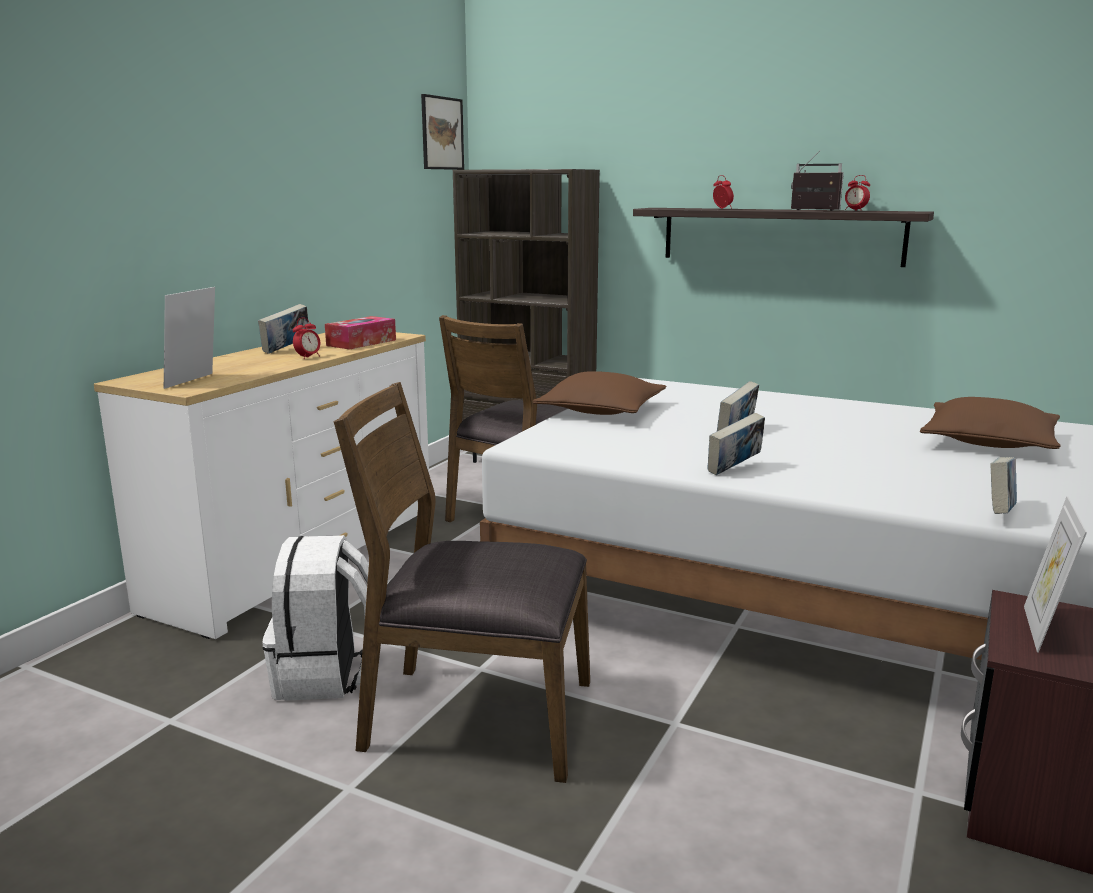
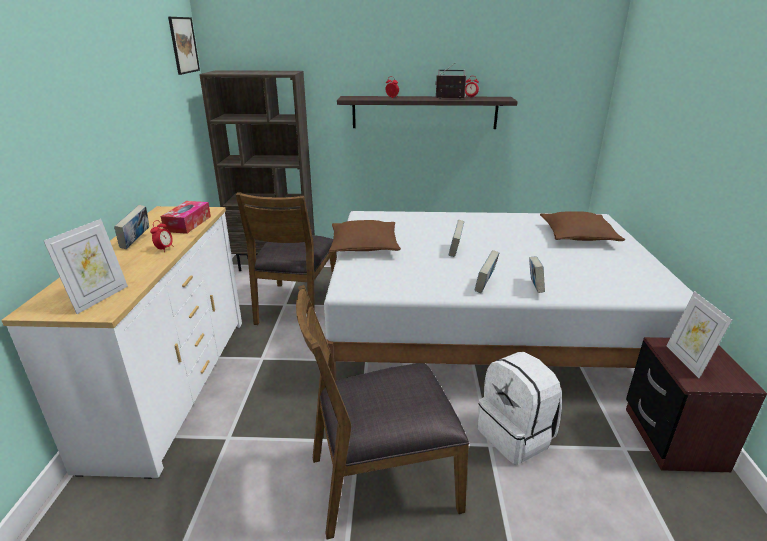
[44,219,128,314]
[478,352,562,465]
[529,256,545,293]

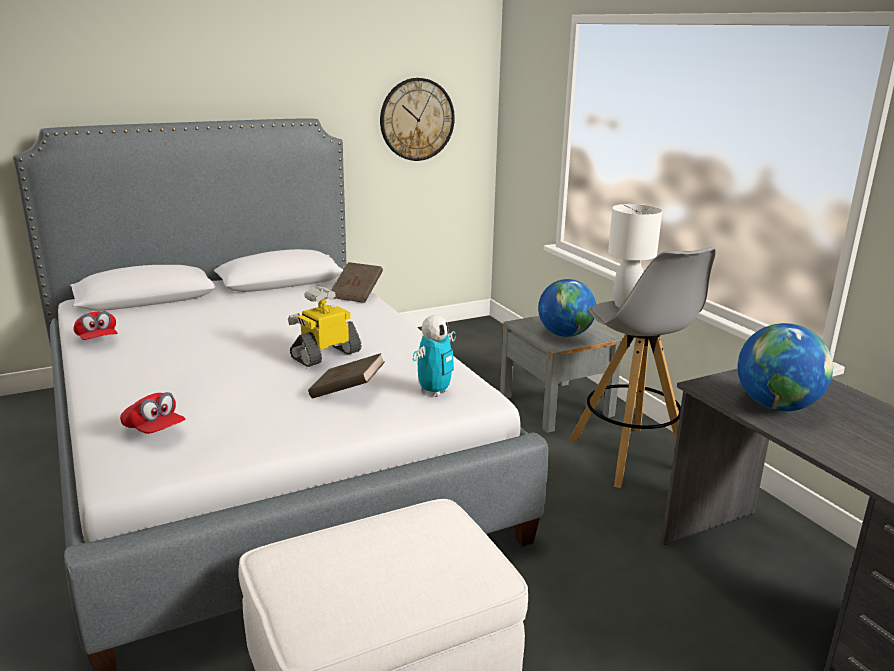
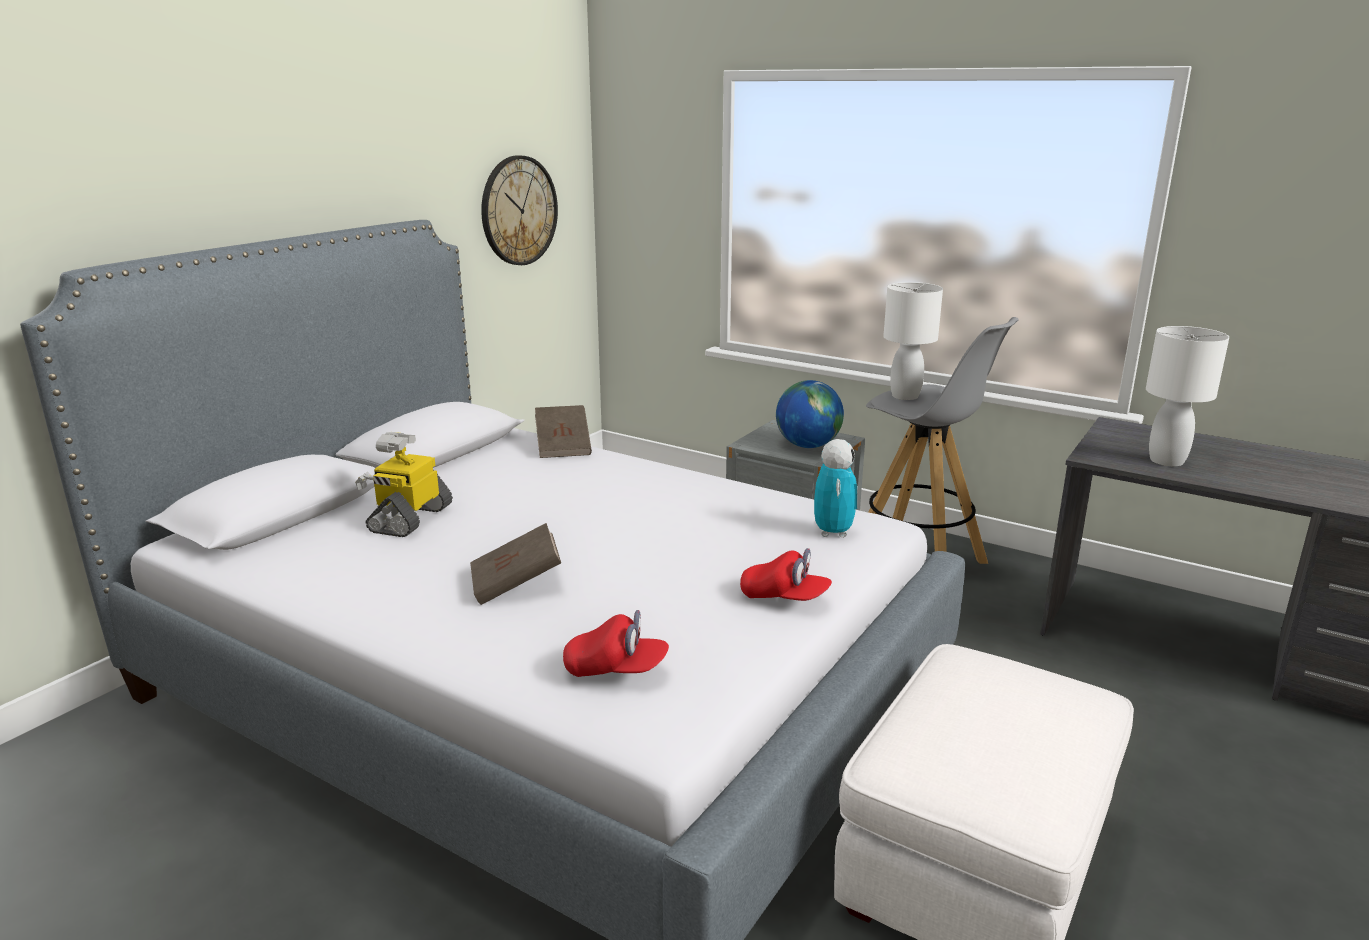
[740,548,832,601]
[355,432,453,537]
[470,523,561,605]
[1146,326,1229,466]

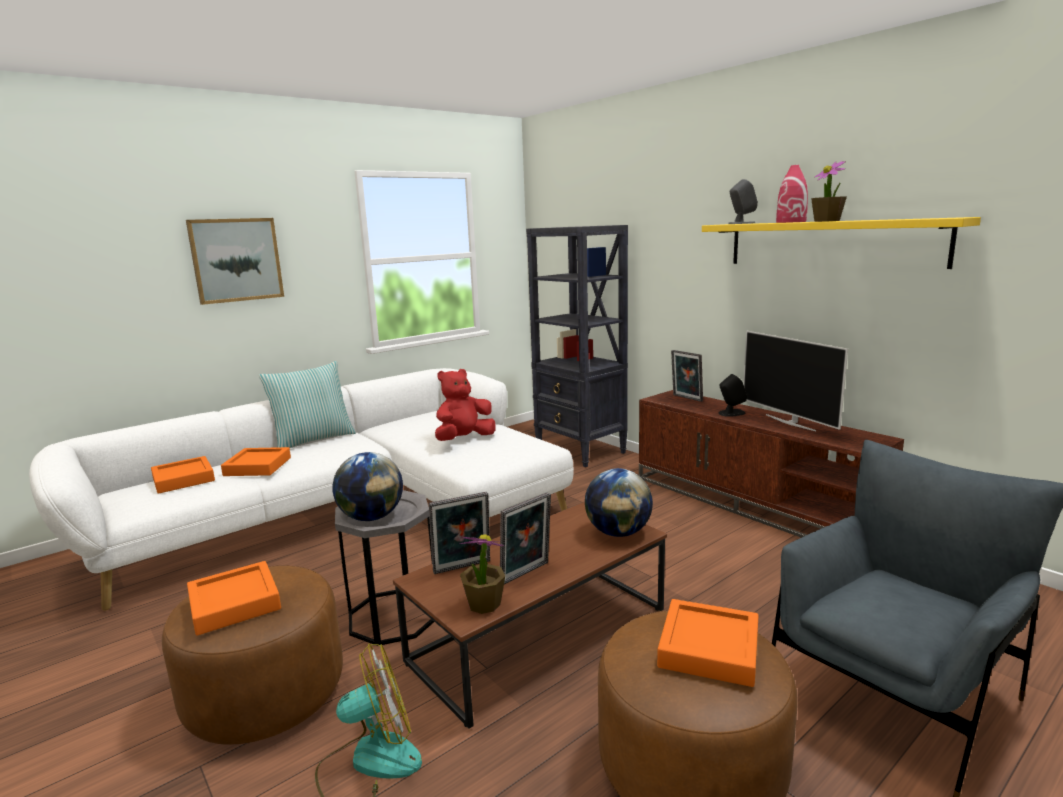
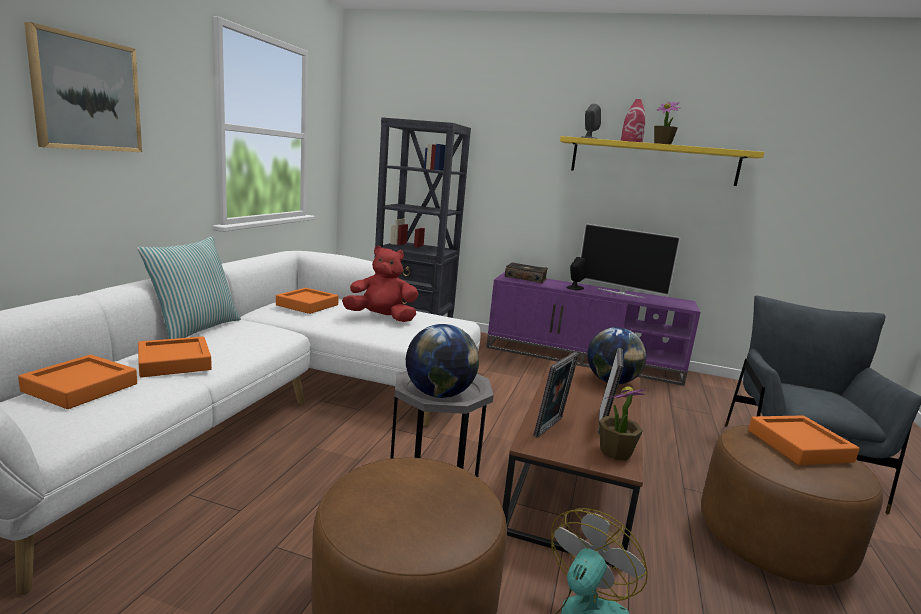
[276,288,339,314]
[342,246,418,322]
[486,272,700,386]
[505,262,548,283]

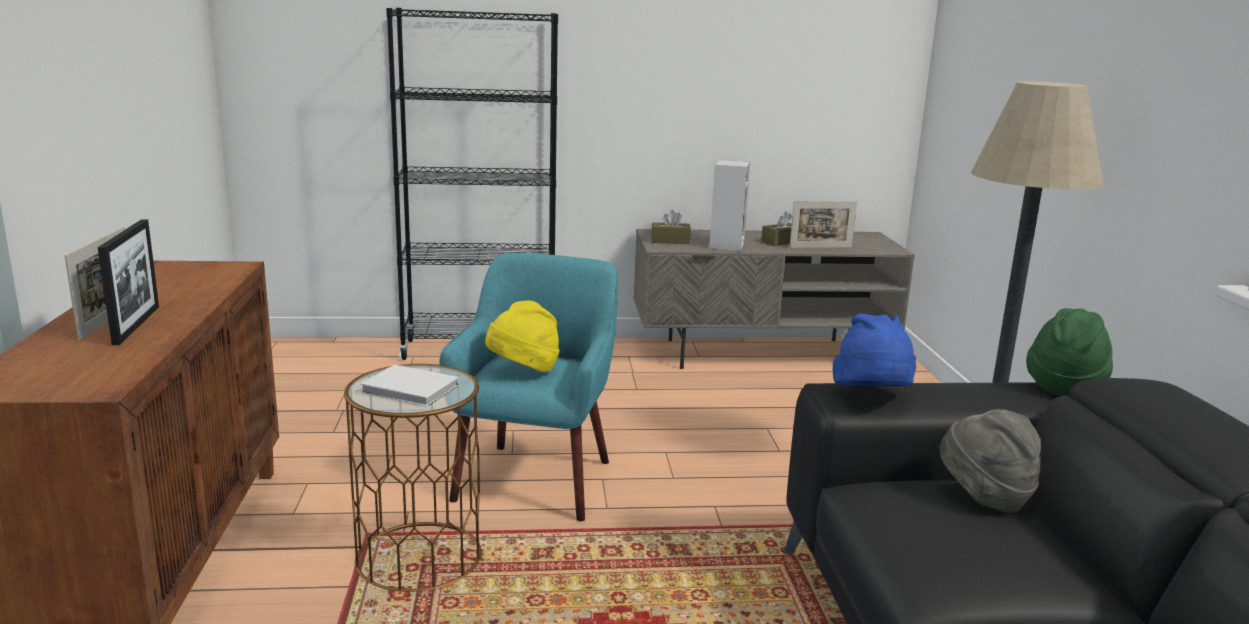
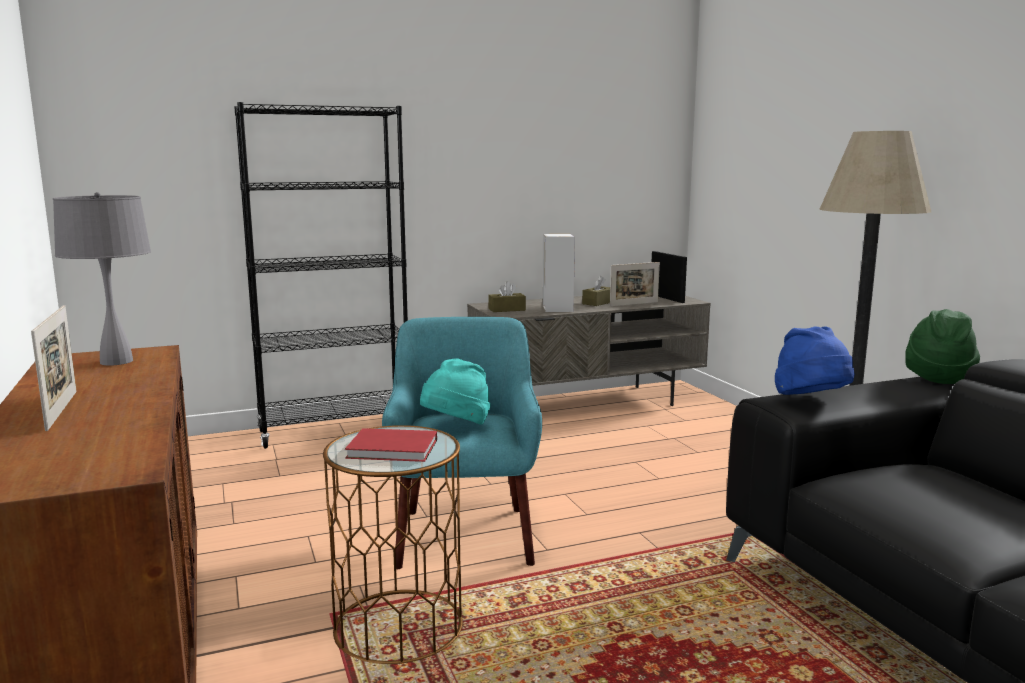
[652,251,687,303]
[345,428,437,462]
[420,359,491,425]
[939,409,1041,513] (first image)
[53,192,151,366]

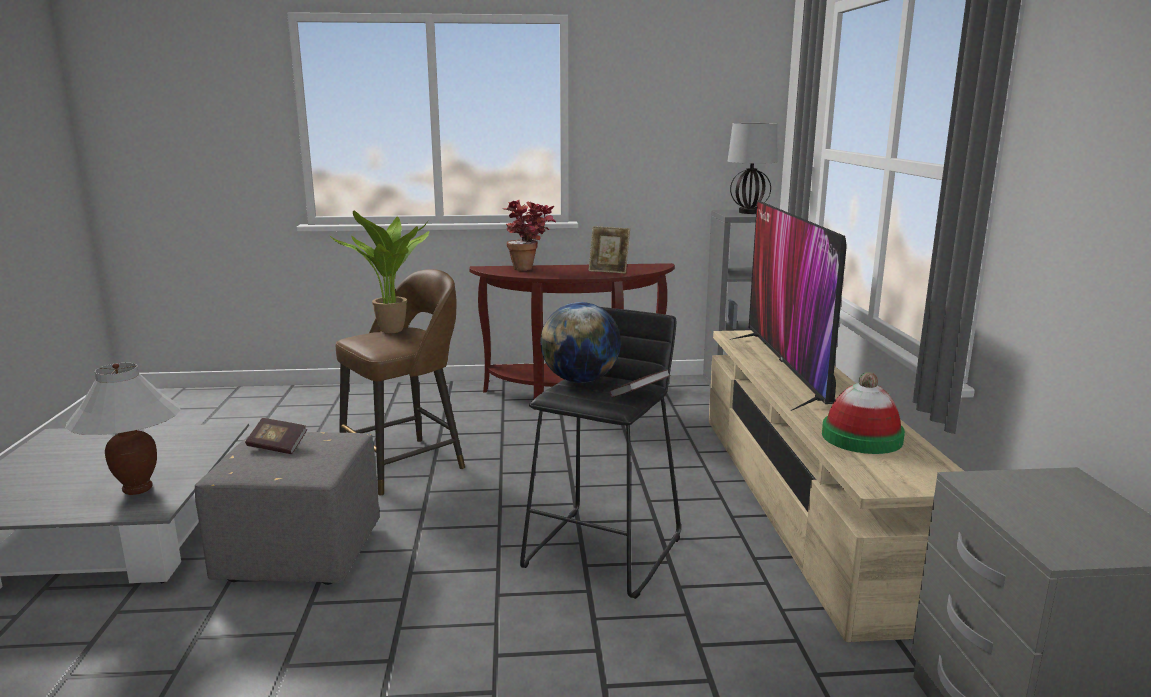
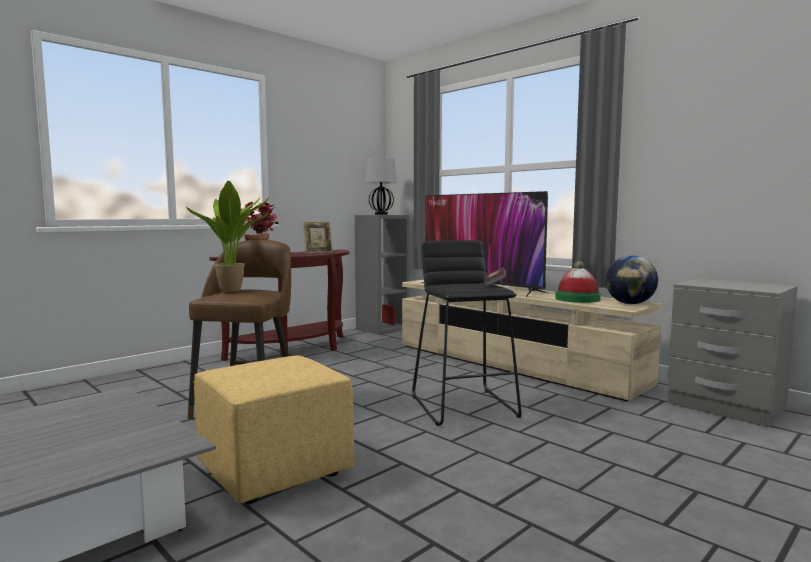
[66,363,181,495] (first image)
[194,355,355,504]
[245,418,307,454] (first image)
[606,256,658,304]

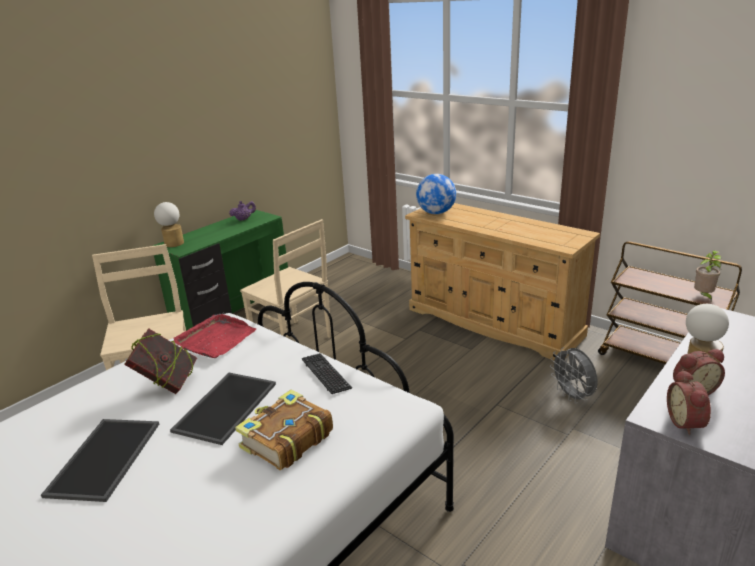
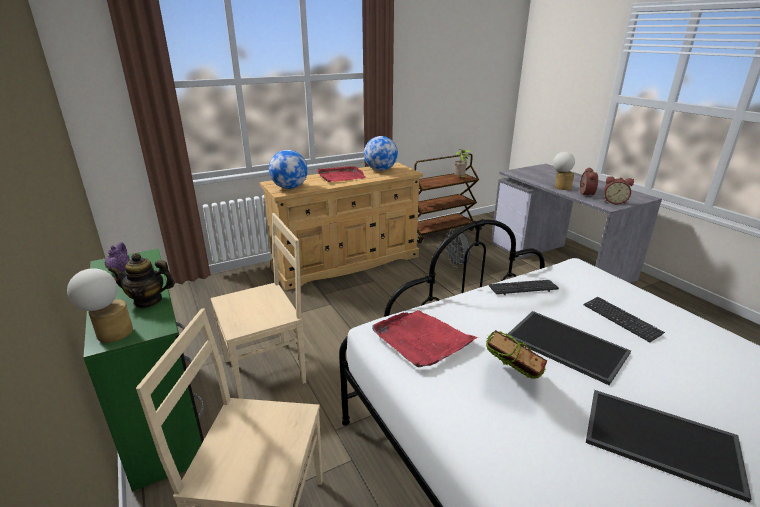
[584,297,665,342]
[445,229,470,268]
[108,253,175,308]
[317,166,366,182]
[364,136,398,171]

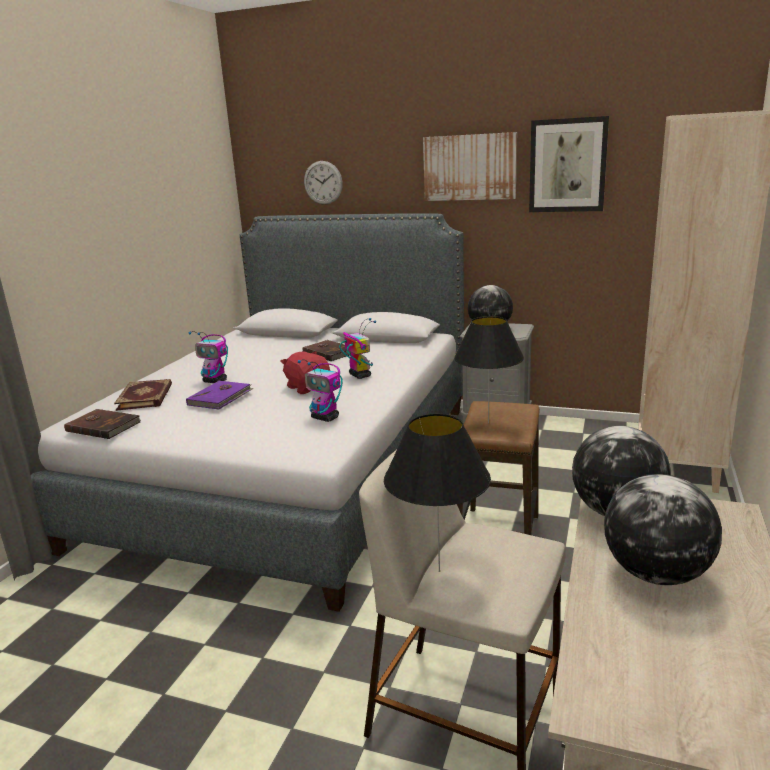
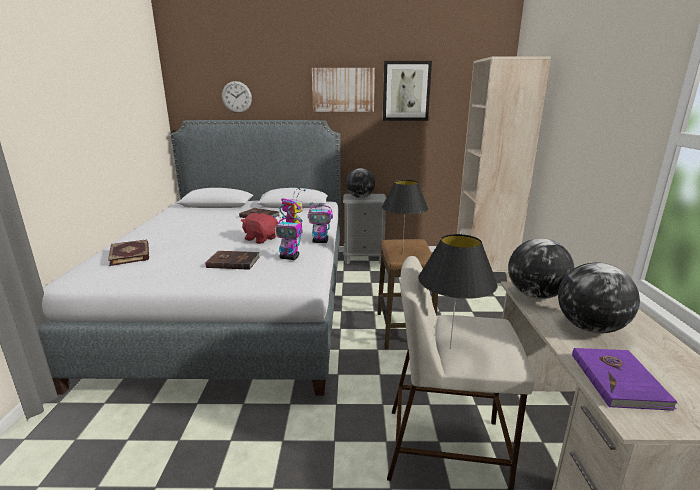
[205,251,260,270]
[572,348,678,411]
[308,203,333,243]

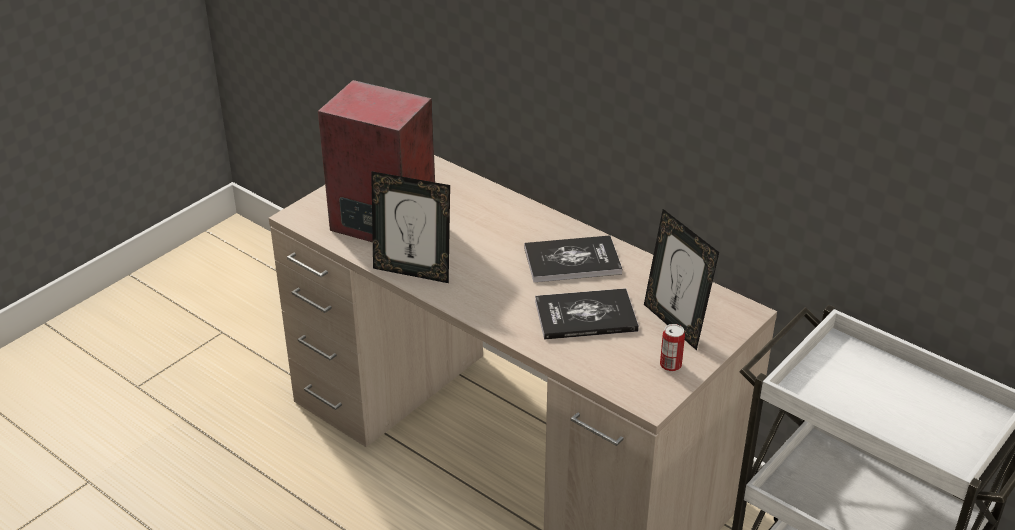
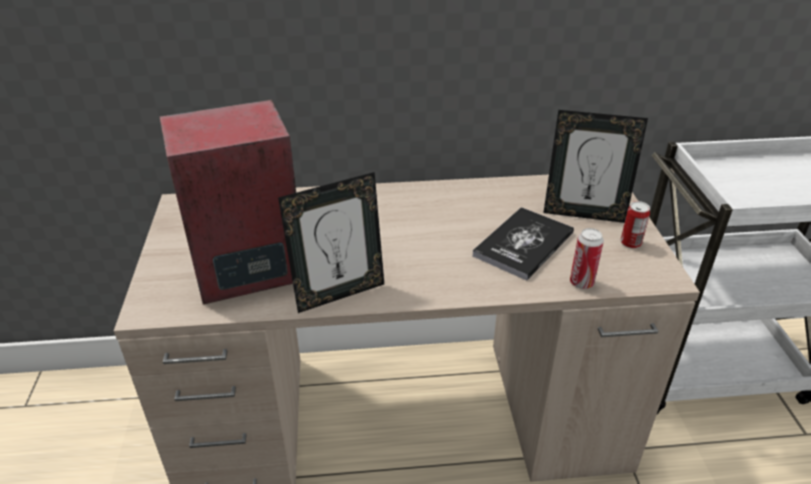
[524,235,622,282] (first image)
[570,228,604,289]

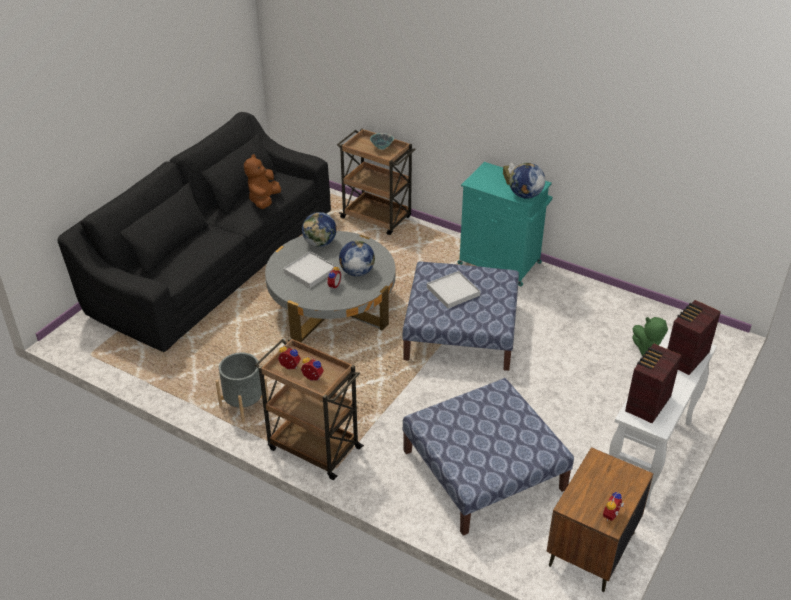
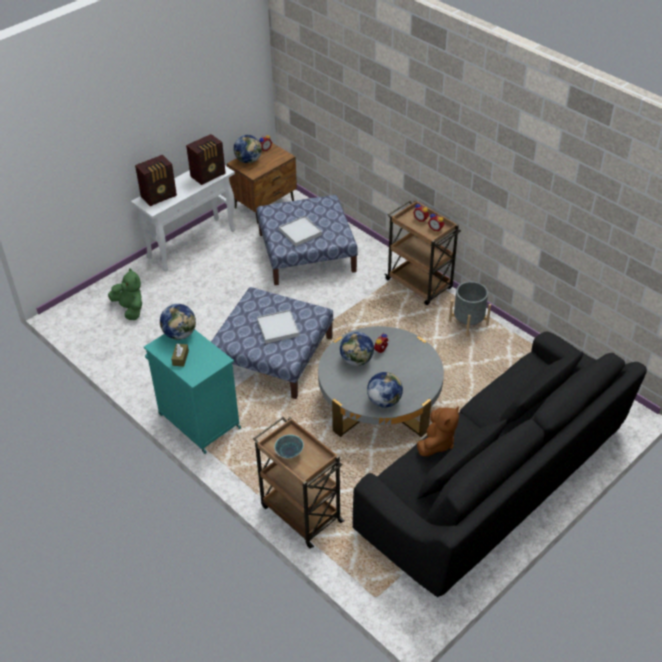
[279,216,322,246]
[233,135,262,163]

